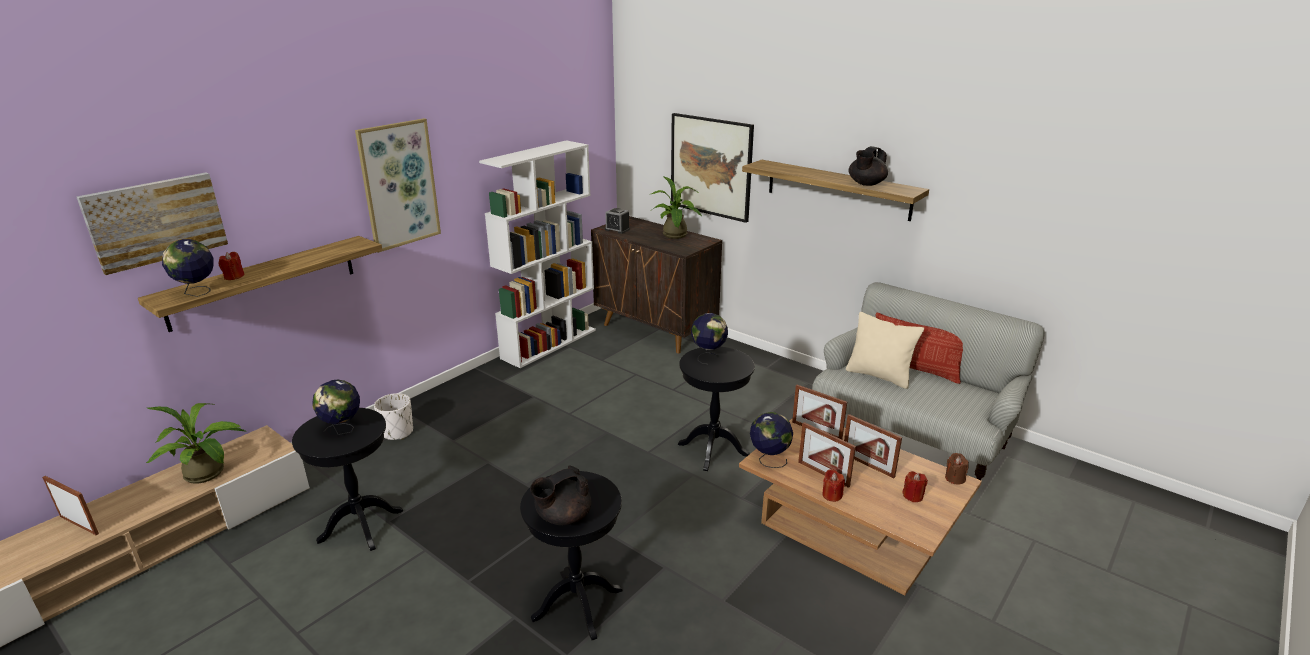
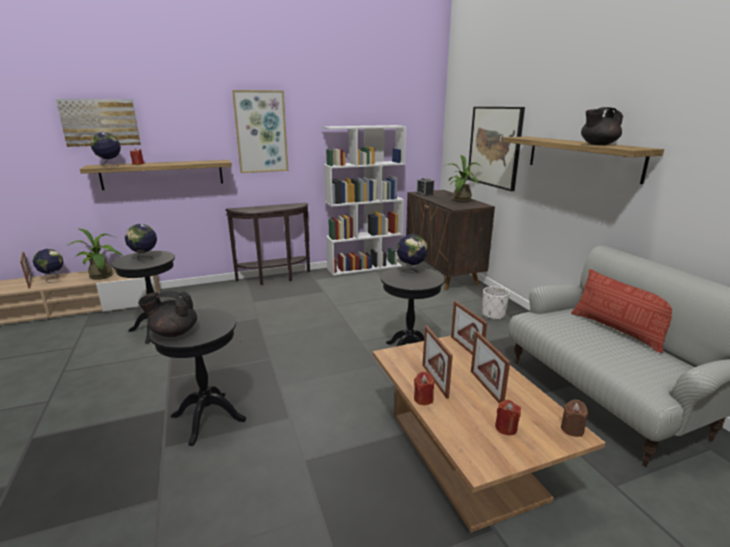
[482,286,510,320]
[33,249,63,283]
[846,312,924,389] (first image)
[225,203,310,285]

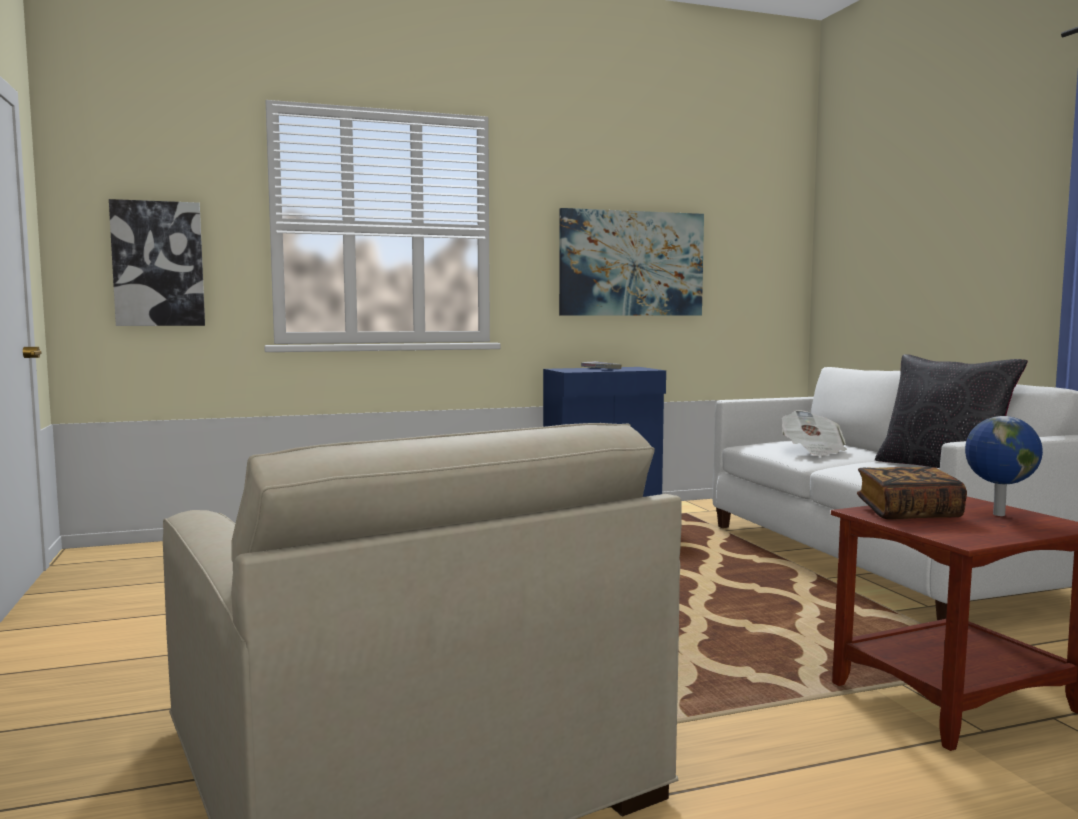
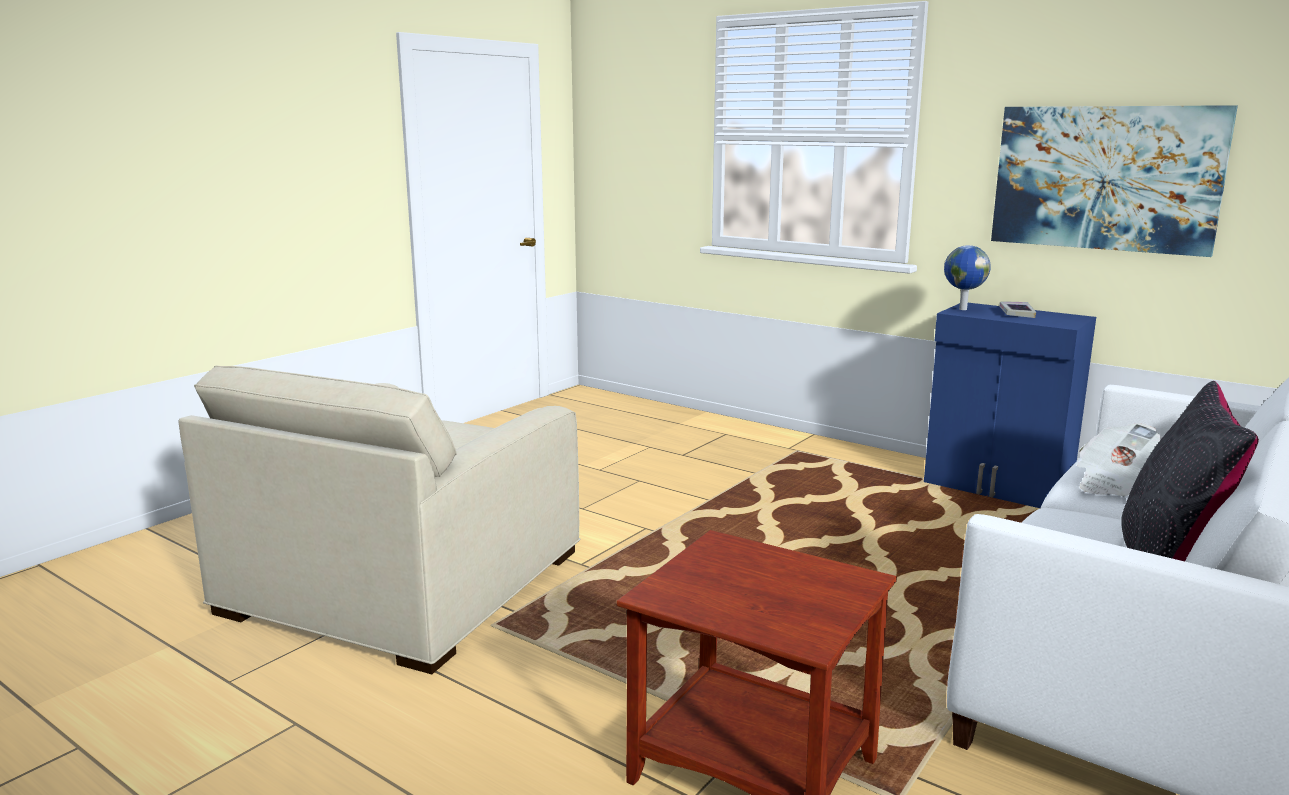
[109,199,205,326] (first image)
[857,467,967,520] (first image)
[944,245,991,310]

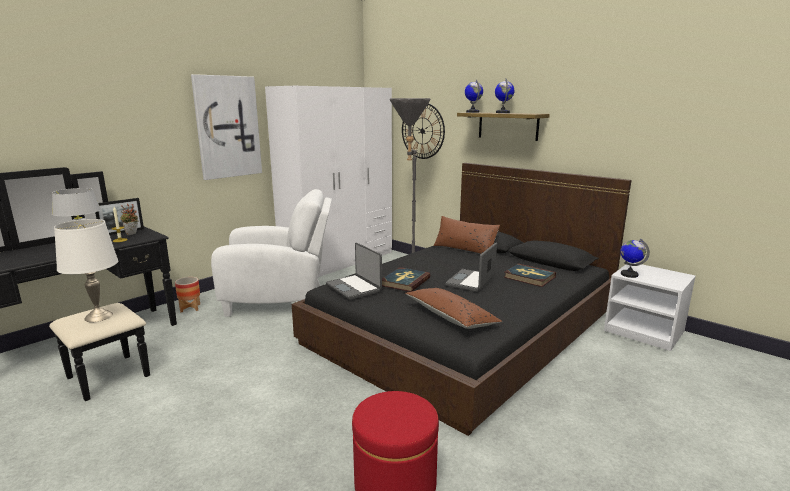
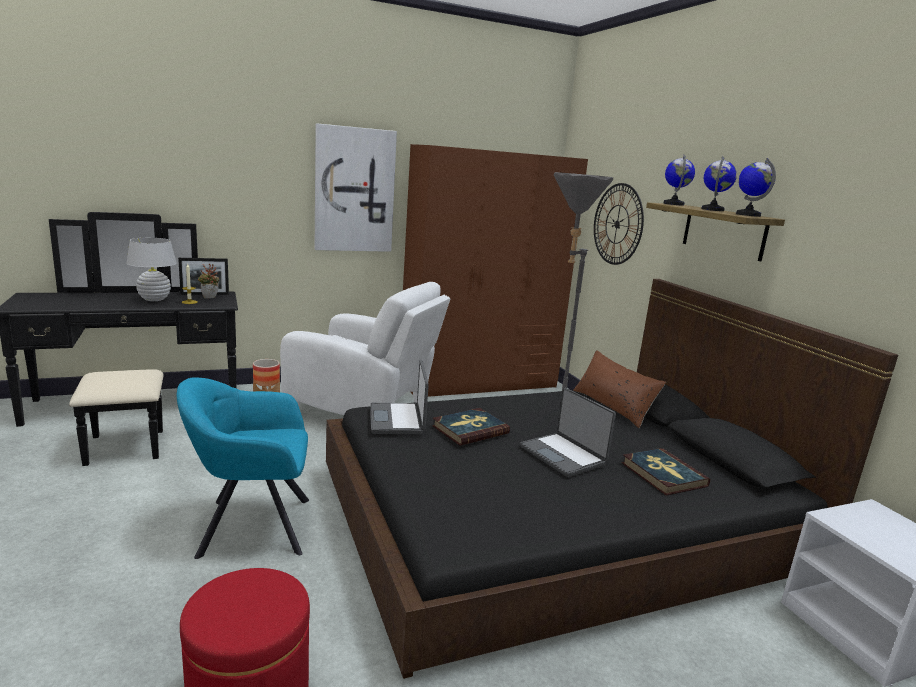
[54,219,118,322] (first image)
[403,144,588,397]
[405,288,502,329] (first image)
[520,388,616,477]
[736,158,776,217]
[177,377,309,559]

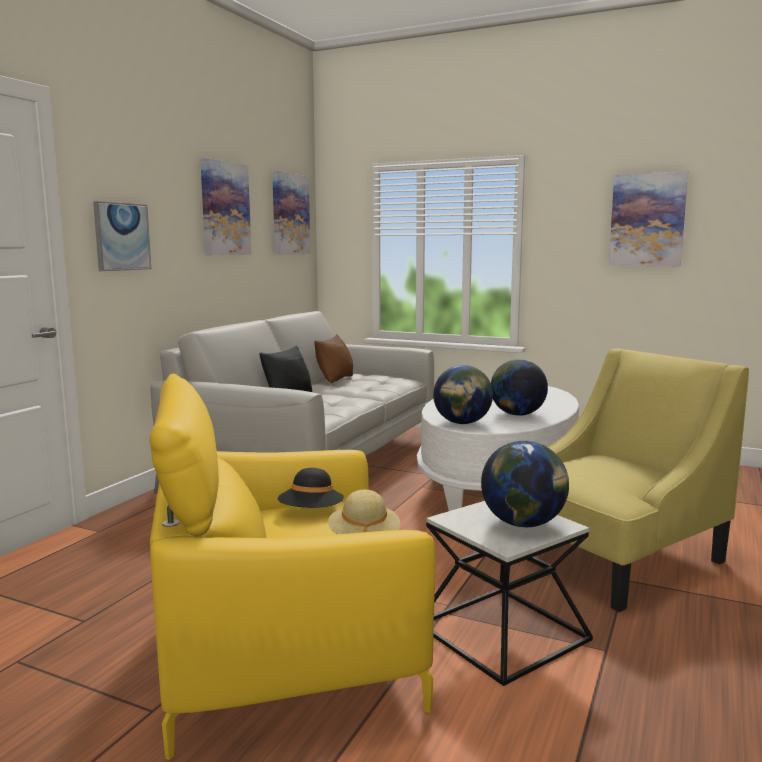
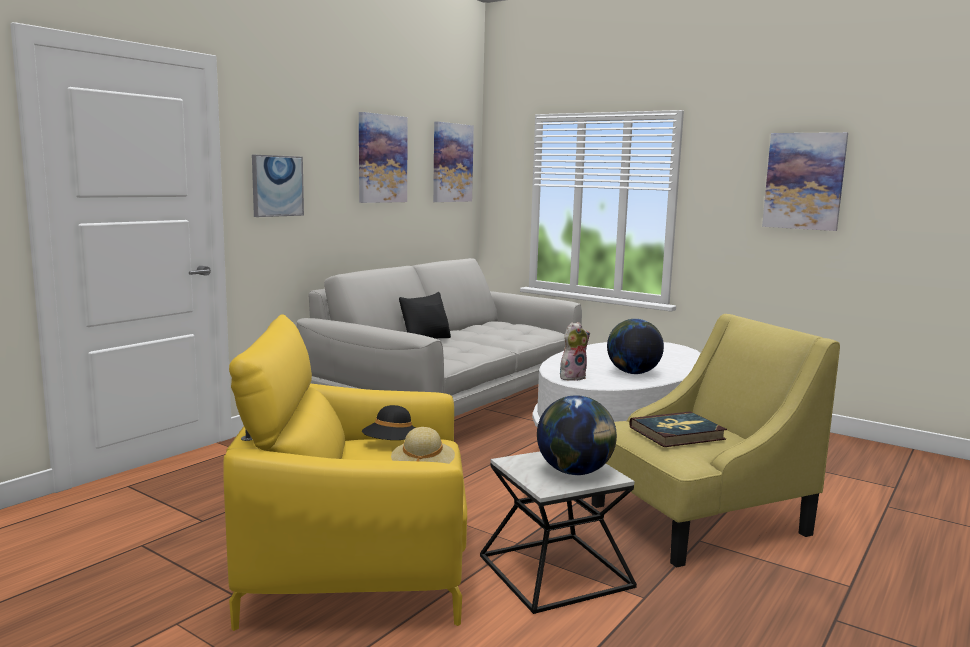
[314,334,353,384] (first image)
[560,322,590,381]
[629,411,727,447]

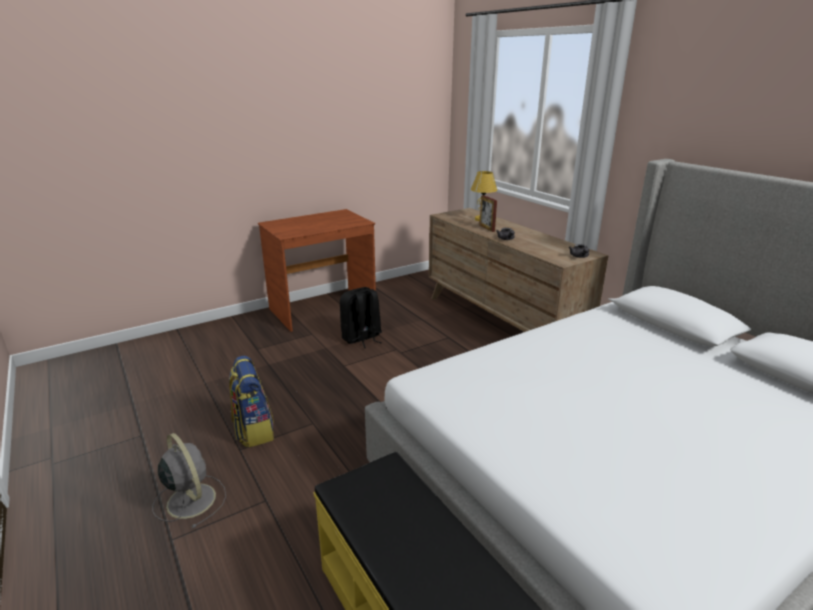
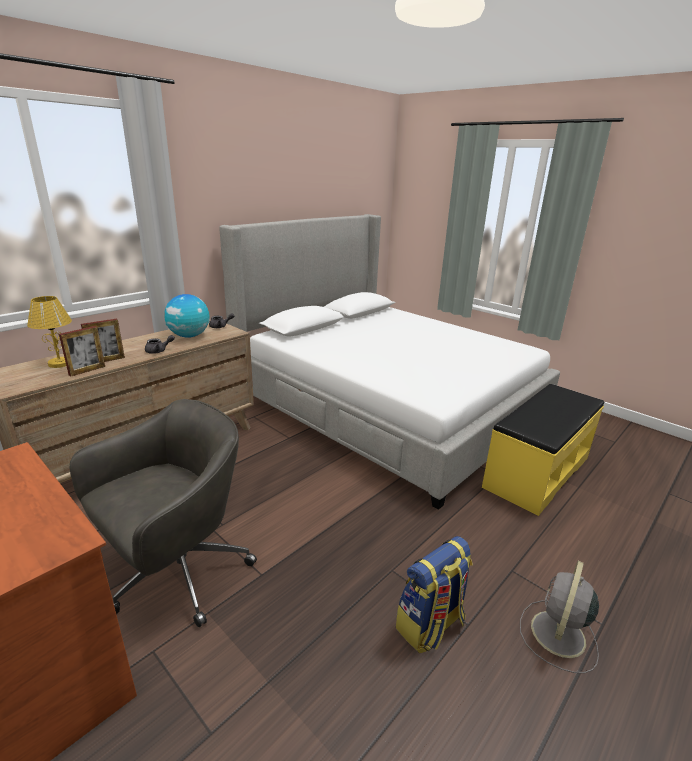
[69,399,257,627]
[59,326,105,376]
[164,294,210,338]

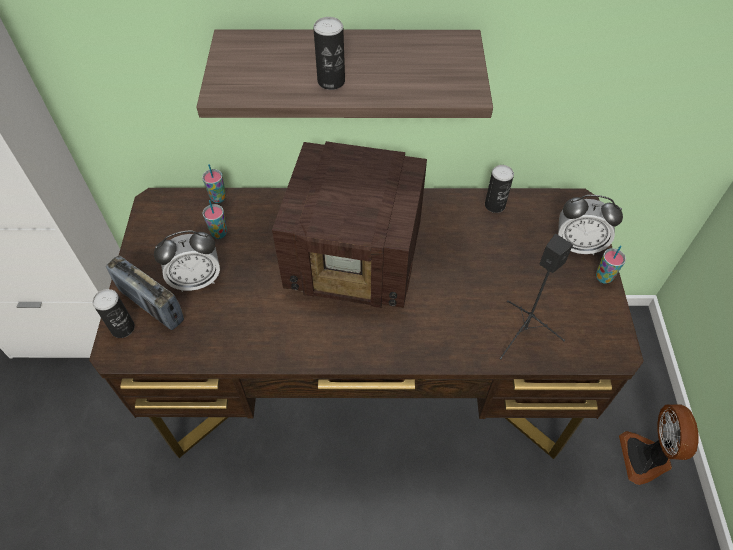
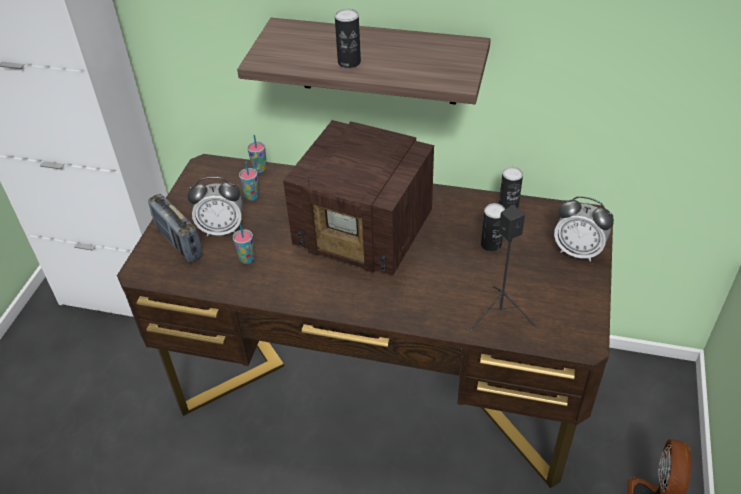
[481,203,505,252]
[233,224,255,264]

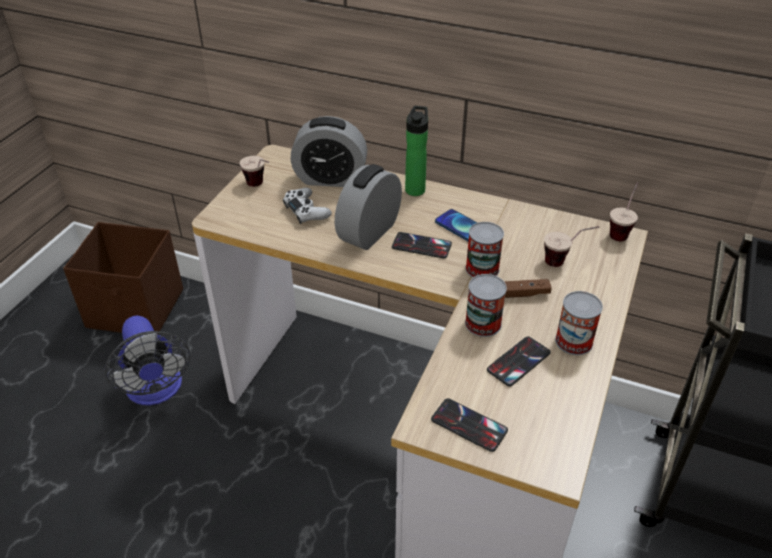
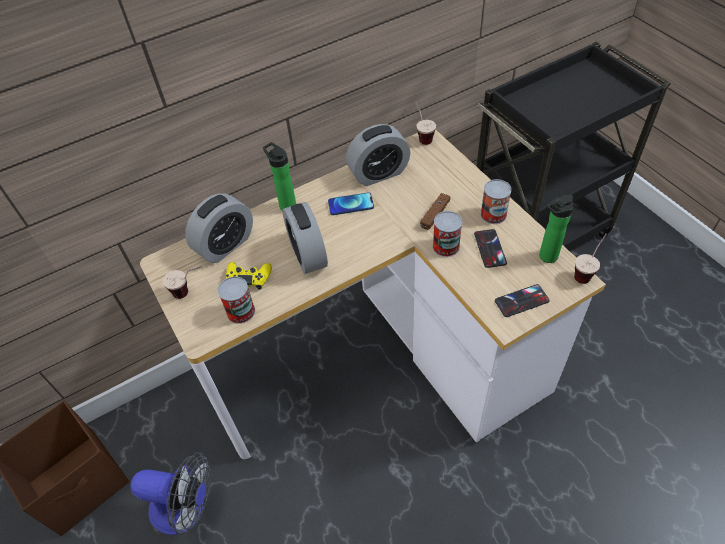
[226,262,272,290]
[392,232,452,258] (first image)
[218,276,255,324]
[574,233,607,284]
[346,124,410,186]
[539,195,574,263]

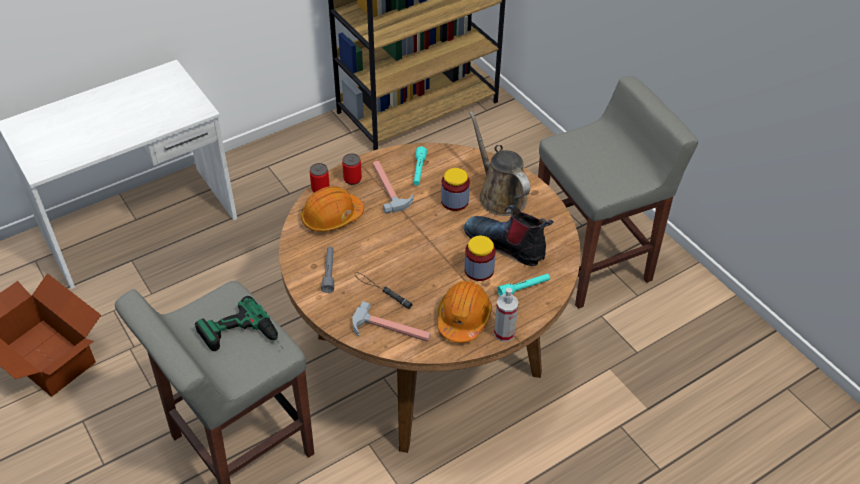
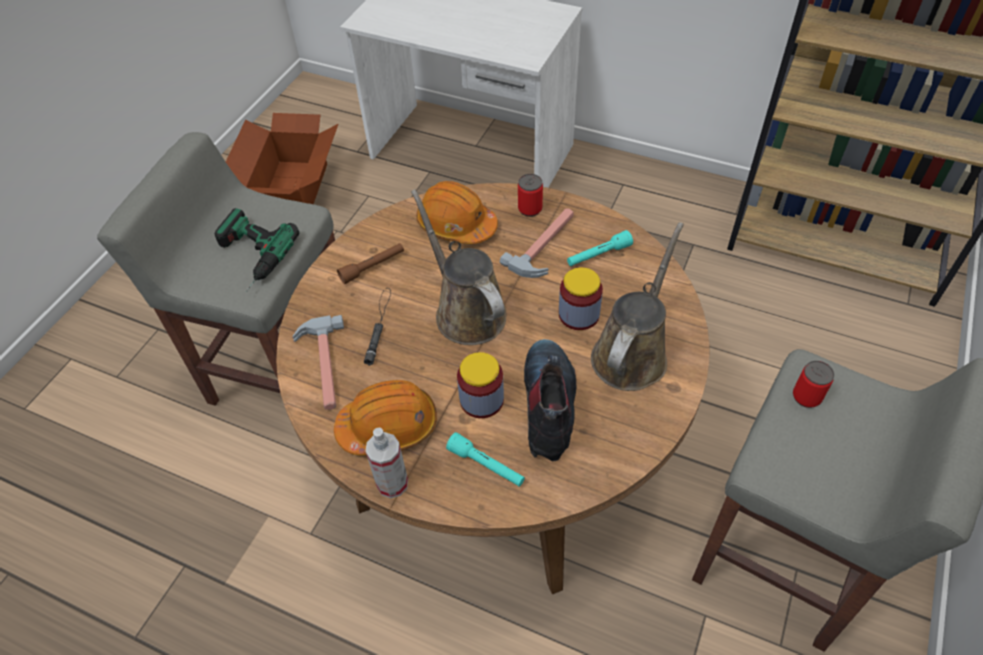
[793,361,834,408]
[337,243,404,284]
[411,189,507,345]

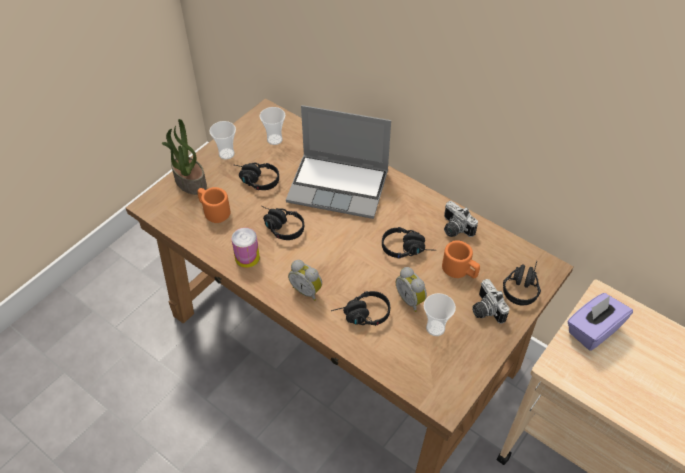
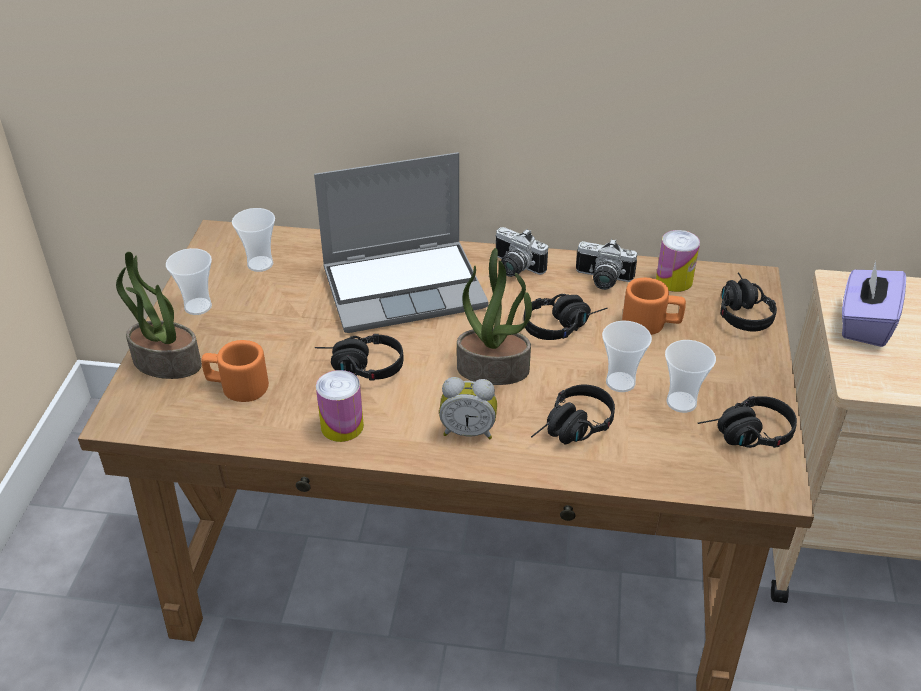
[698,396,797,448]
[602,321,652,392]
[495,227,548,277]
[457,248,532,385]
[656,230,700,292]

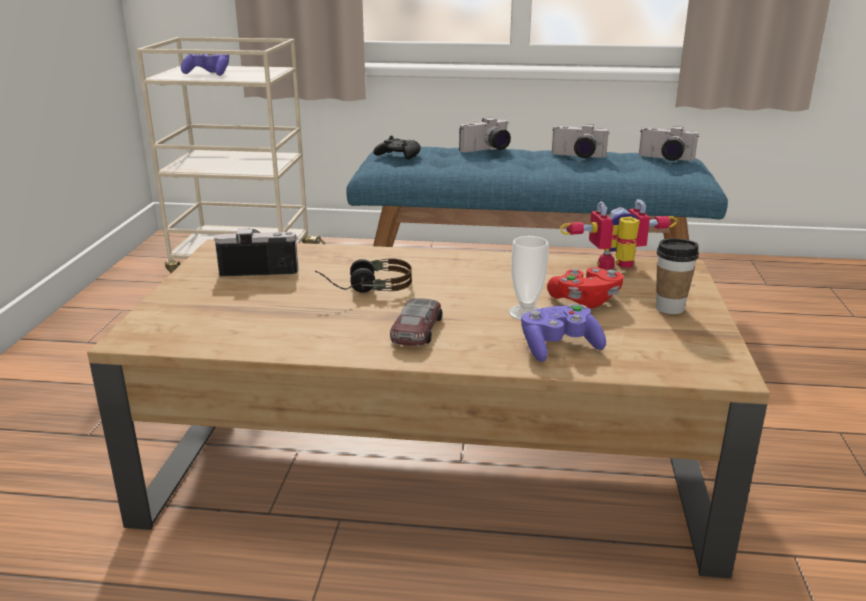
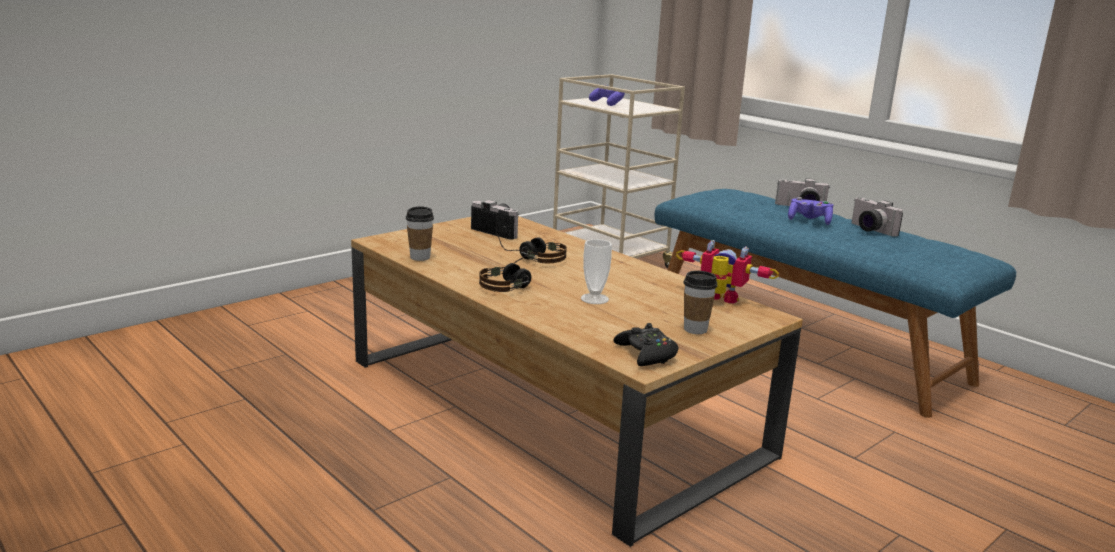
[614,323,678,366]
[479,252,537,292]
[788,197,833,225]
[547,267,624,308] (first image)
[639,126,699,161] (first image)
[406,206,434,261]

